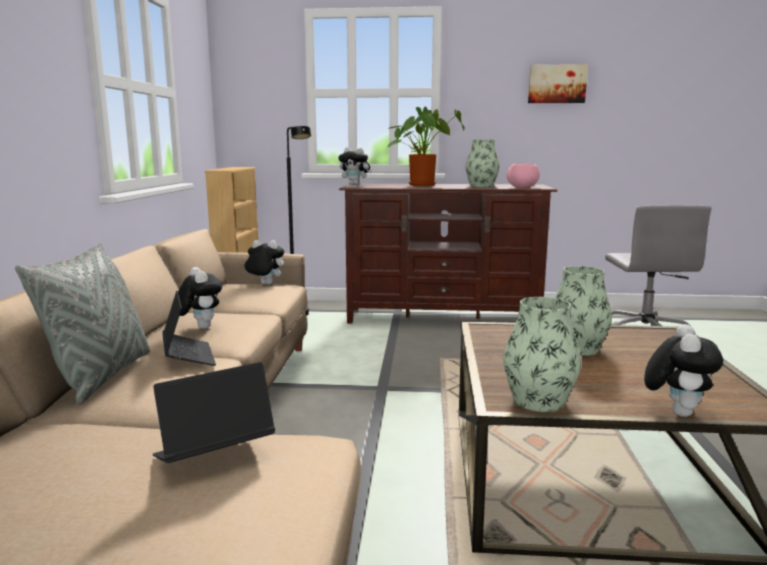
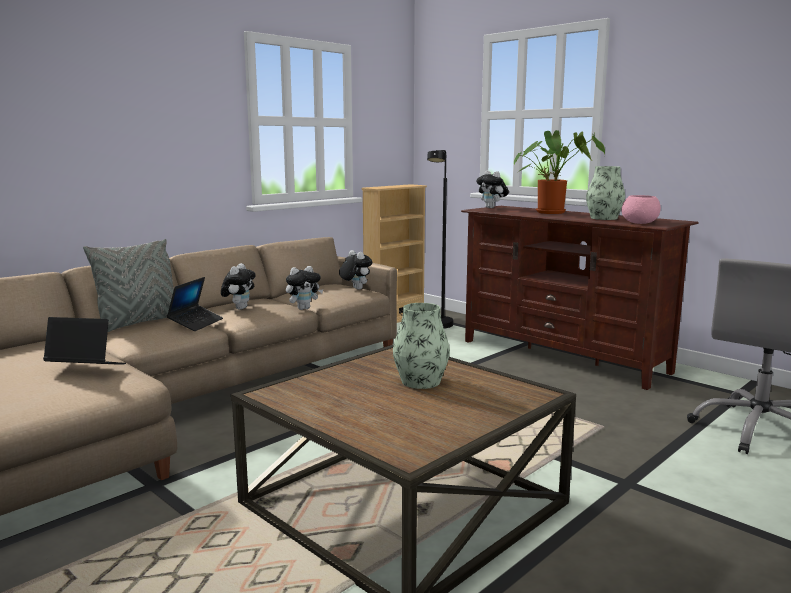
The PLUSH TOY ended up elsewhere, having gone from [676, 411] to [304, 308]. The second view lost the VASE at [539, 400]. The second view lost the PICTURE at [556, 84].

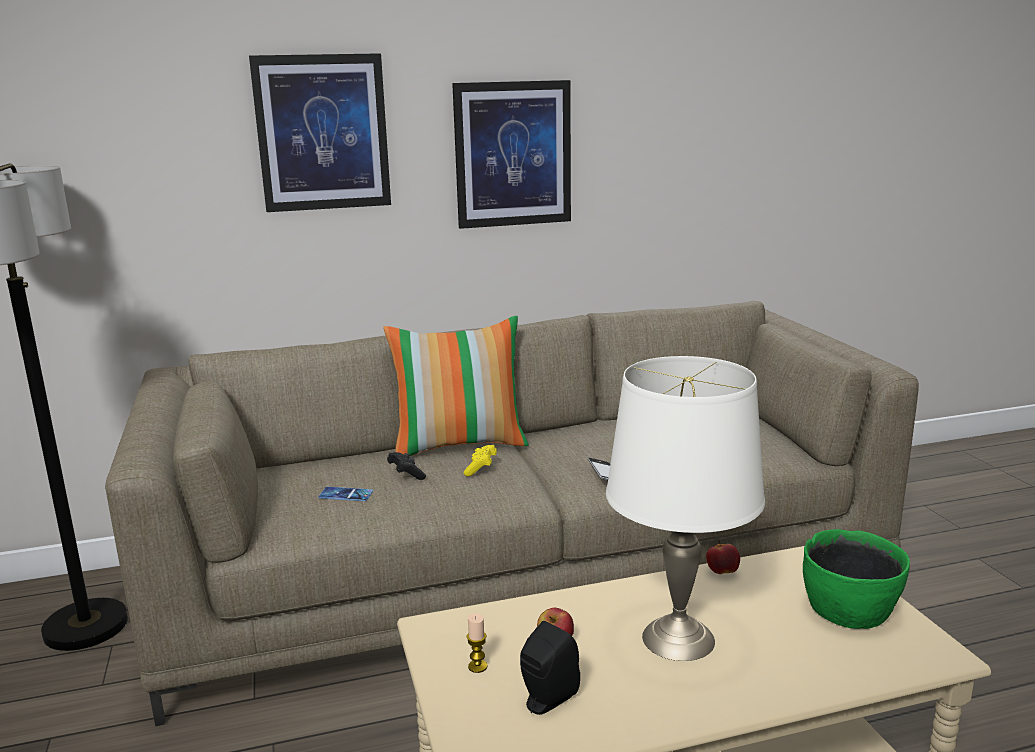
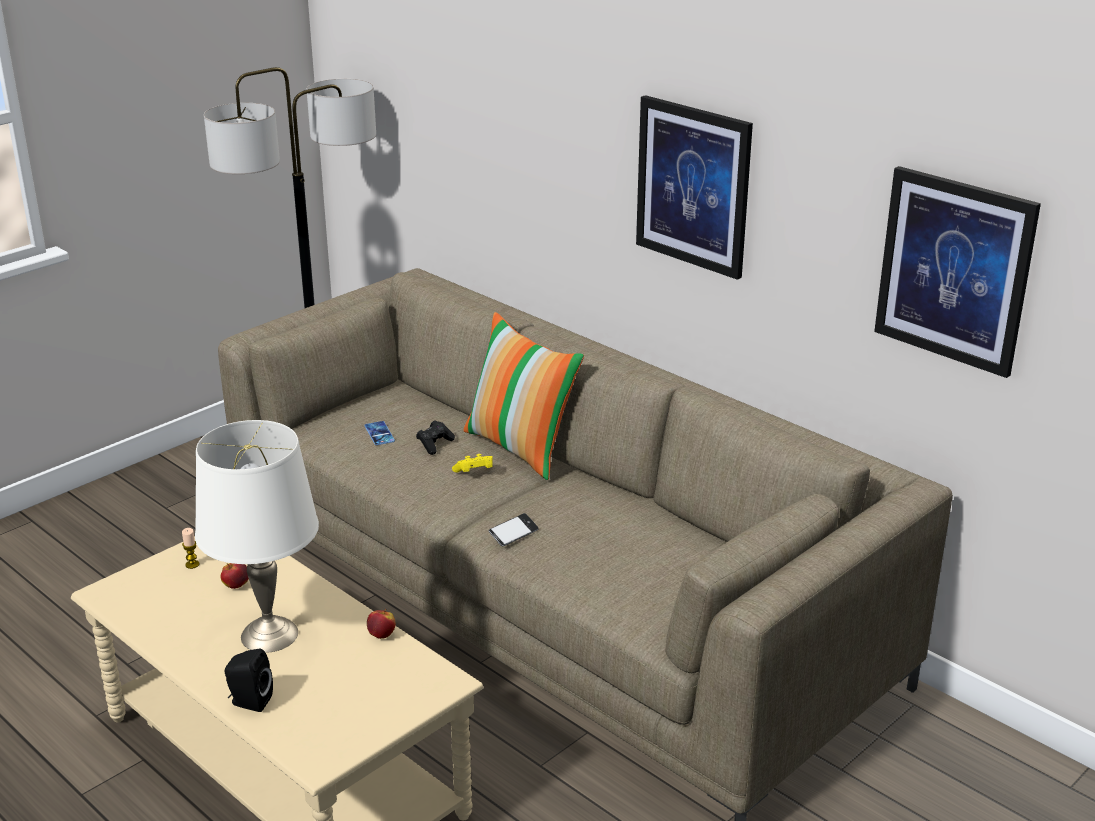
The BLACK SPEAKER ended up elsewhere, having gone from [546, 701] to [249, 702]. The PICTURE ended up elsewhere, having gone from [322, 133] to [954, 270]. The second view lost the GREEN BOWL at [851, 608].

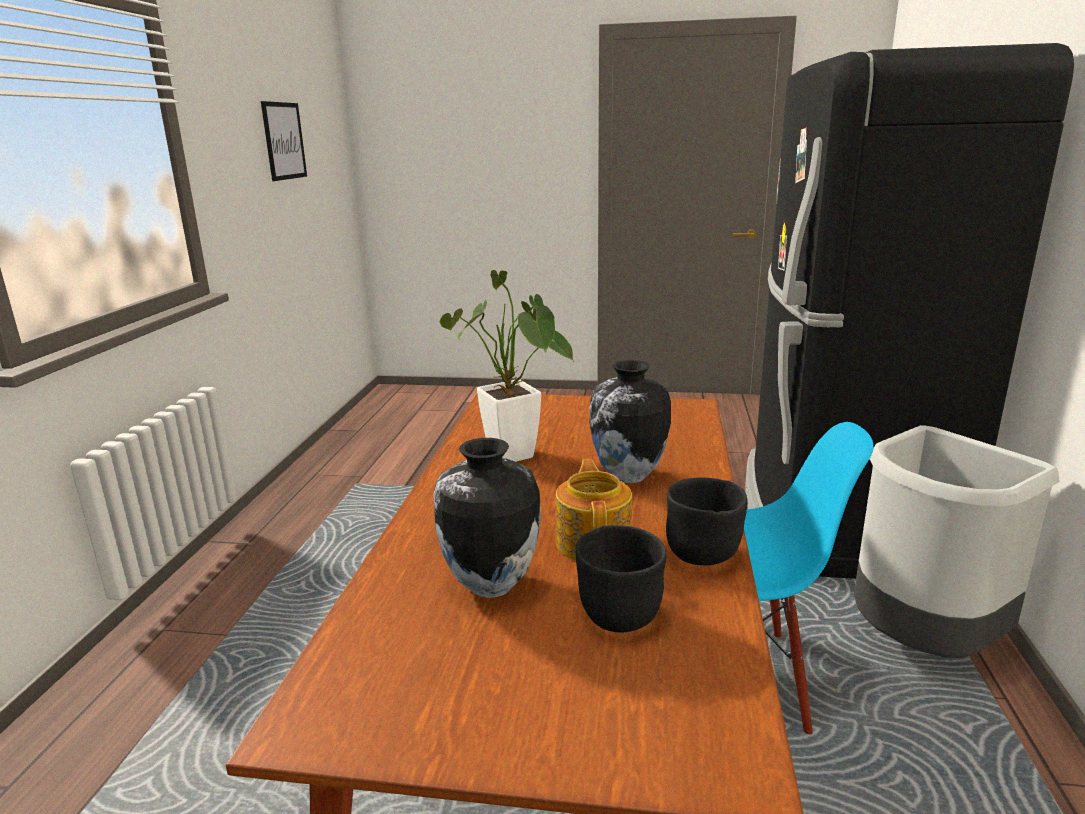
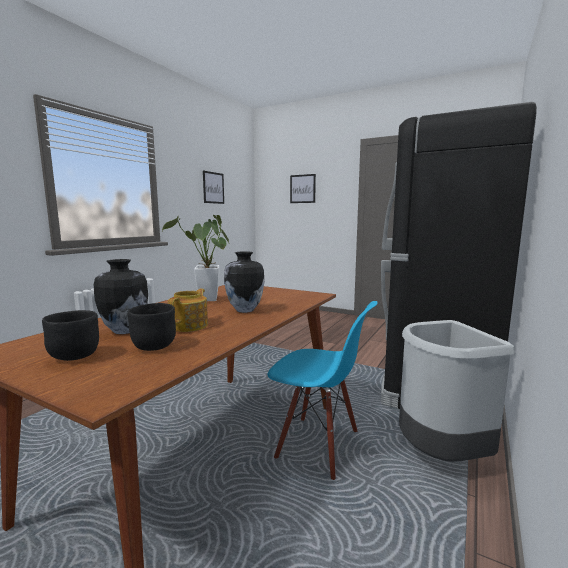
The BLACK BOWL ended up elsewhere, having gone from [704, 556] to [75, 357]. The second view gained the PICTURE at [302, 189].

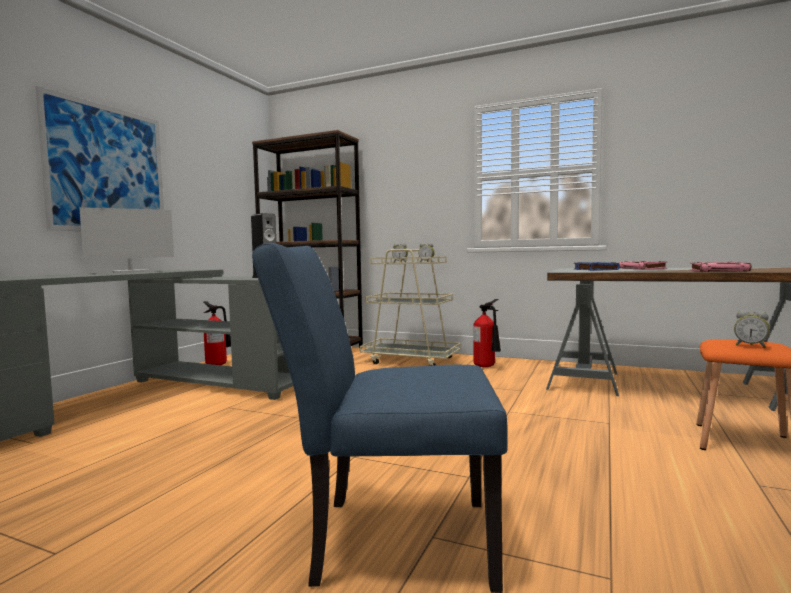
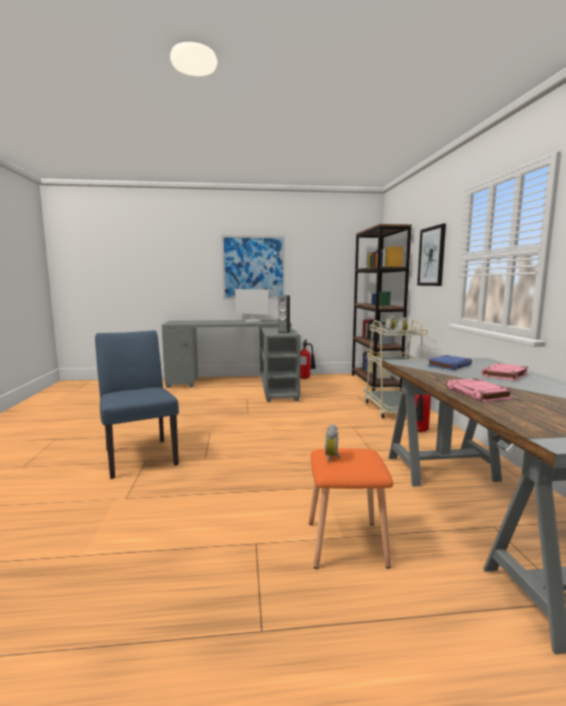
The second view gained the PICTURE at [431, 256].

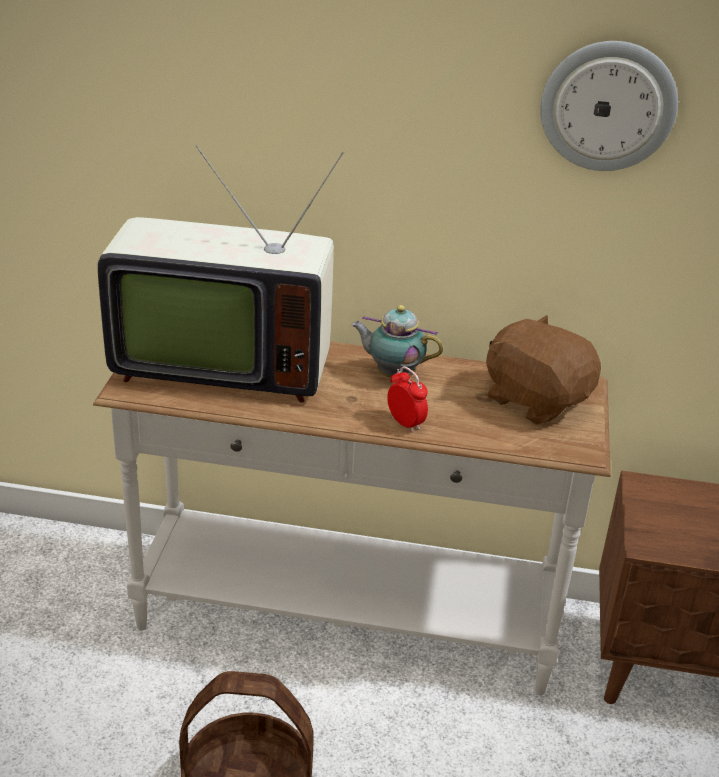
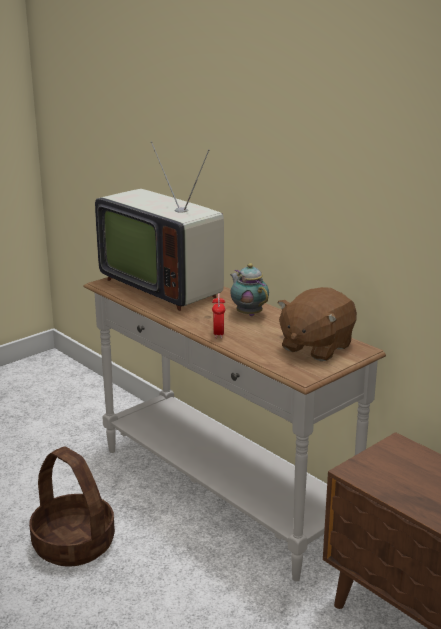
The BROWN PLUSH TOY at [536, 400] ended up facing another way, 135 degrees counterclockwise from before. The second view lost the WALL CLOCK at [608, 106].

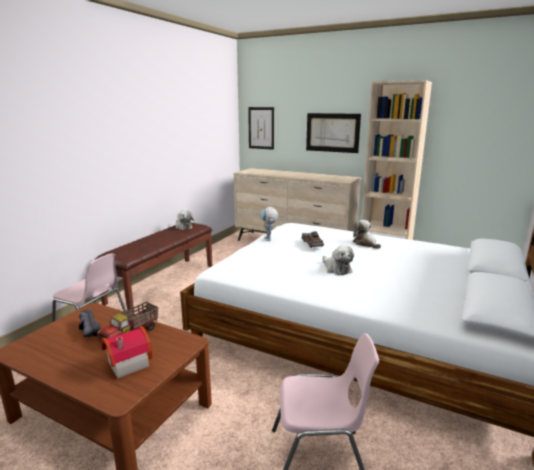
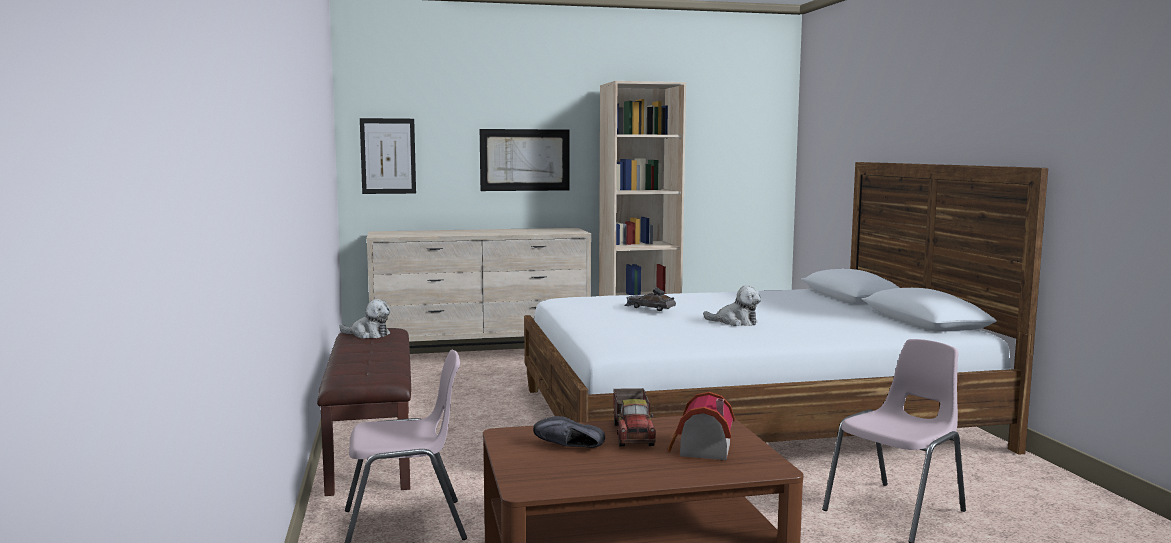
The second view lost the TOY ROBOT at [269, 240]. The second view lost the PLUSH TOY at [365, 243].

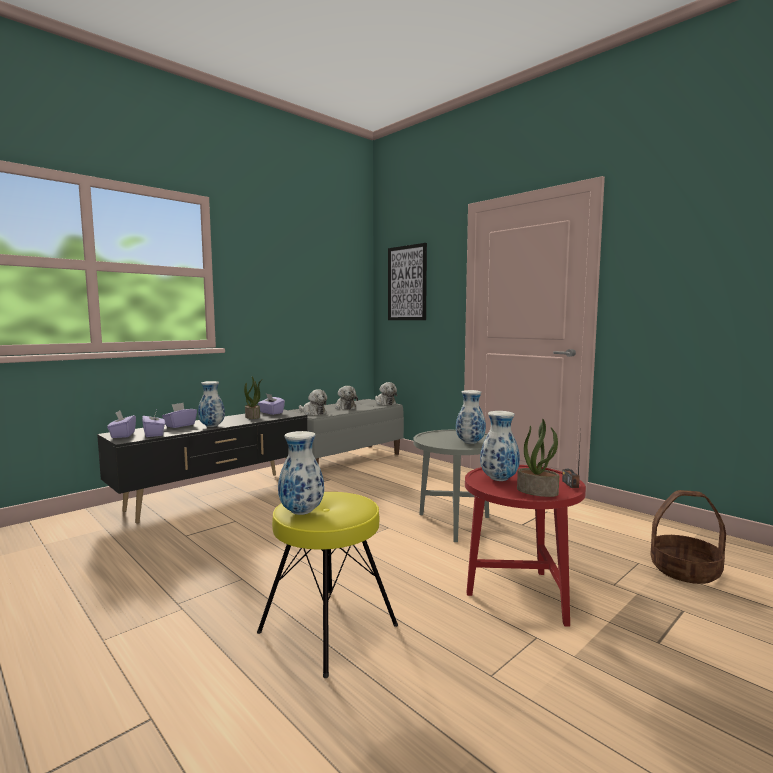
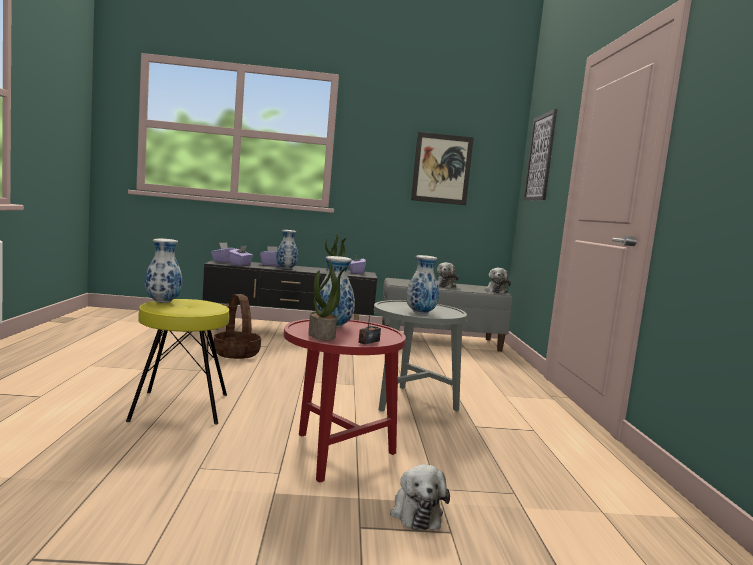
The BASKET ended up elsewhere, having gone from [684, 571] to [236, 353]. The PLUSH TOY ended up elsewhere, having gone from [313, 413] to [415, 512]. The second view gained the PICTURE at [441, 169].

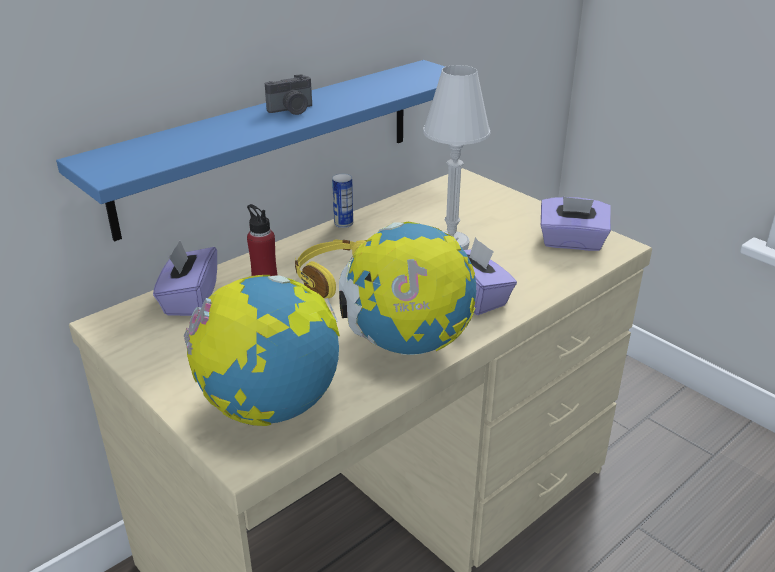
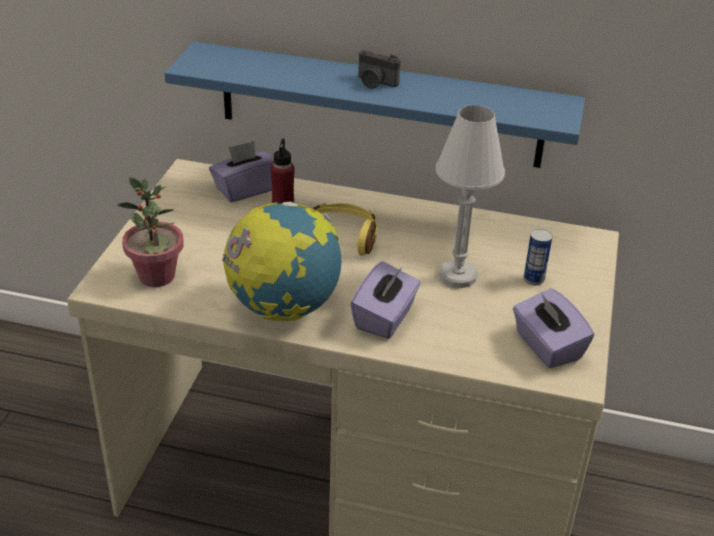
Where the GLOBE stood at [271, 407], the POTTED PLANT came to stand at [157, 276]. The CAN ended up elsewhere, having gone from [343, 223] to [533, 279].

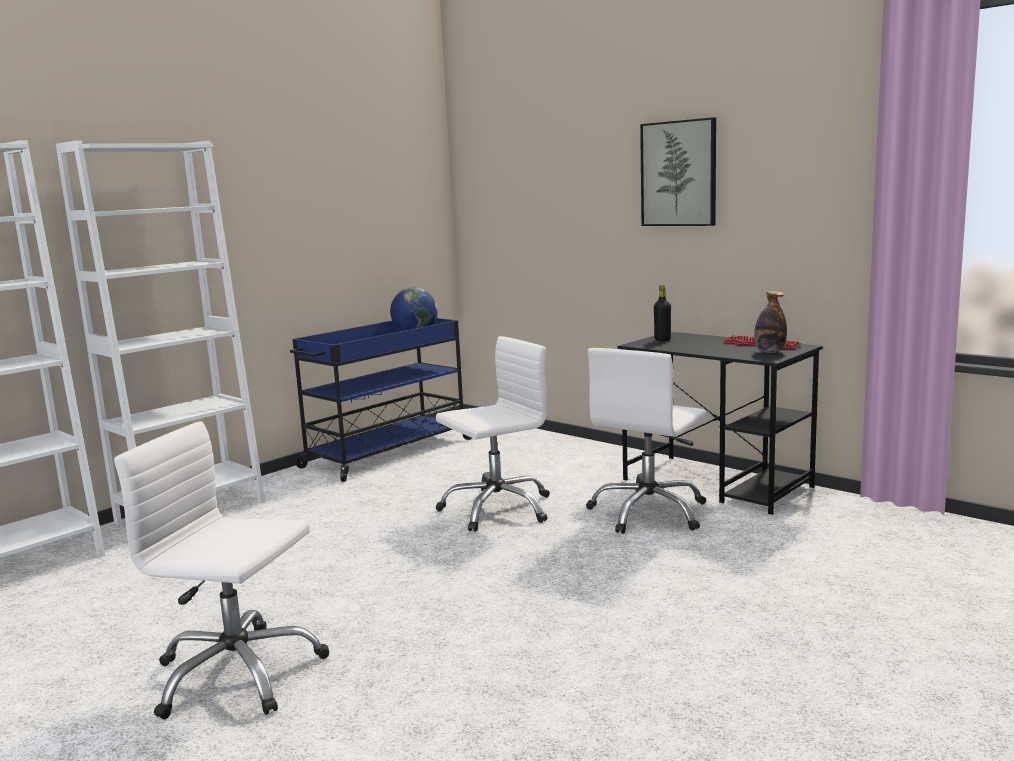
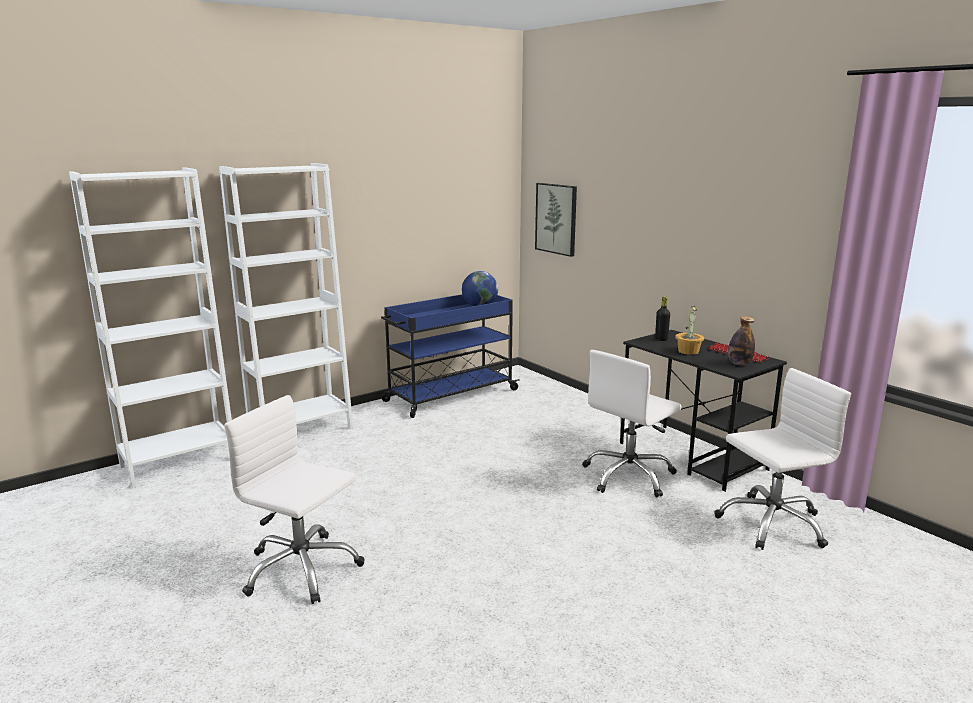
The PICTURE ended up elsewhere, having gone from [679, 173] to [556, 219]. The second view gained the POTTED PLANT at [688, 351]. The WHITE OFFICE CHAIR ended up elsewhere, having gone from [497, 509] to [771, 523].

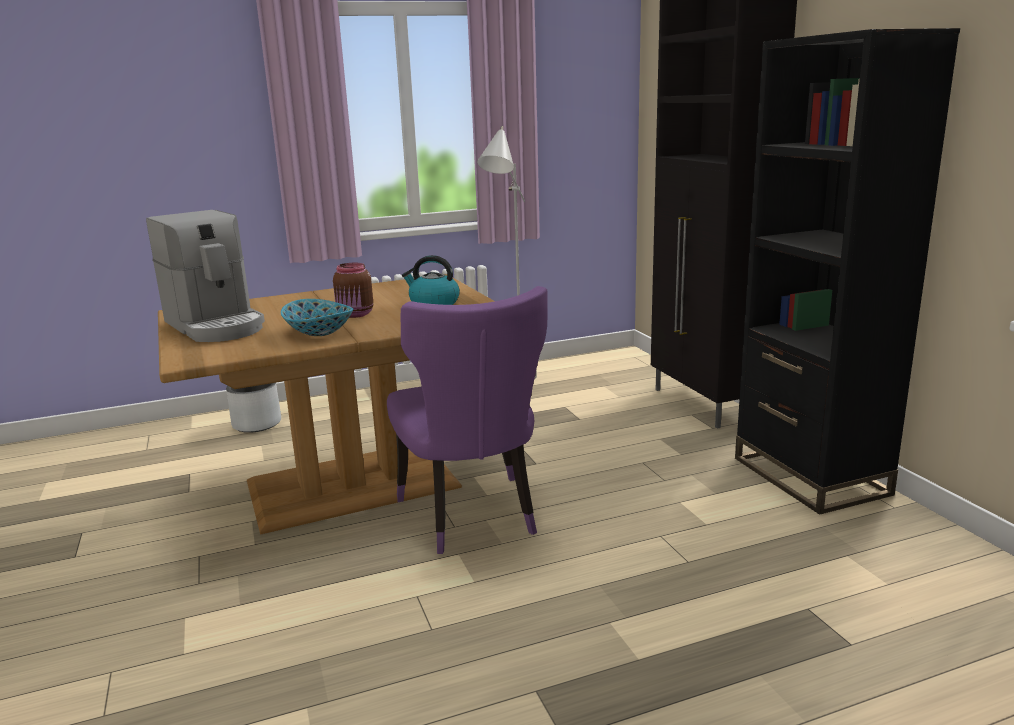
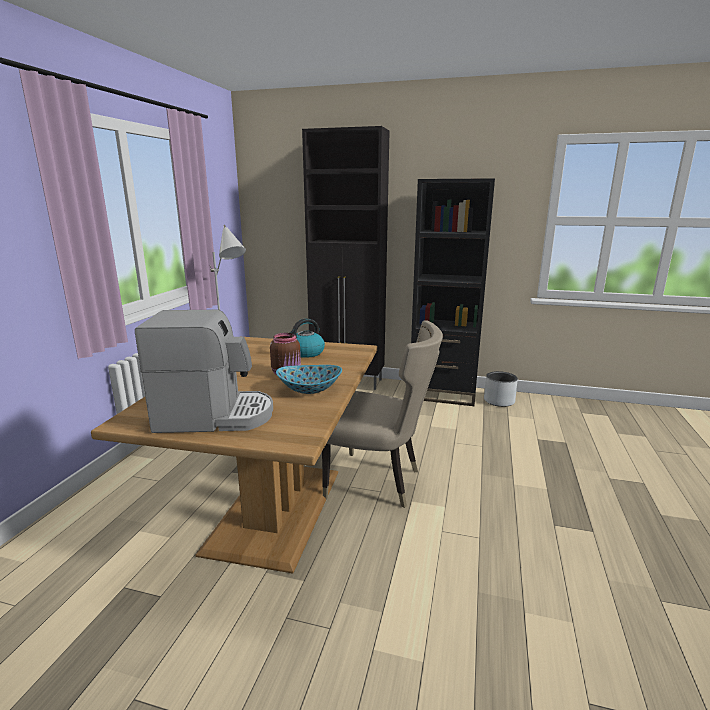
What was the PURPLE CHAIR at [472, 517] turned into the BEIGE CHAIR at [377, 482]. The GREY PLANTER ended up elsewhere, having gone from [256, 424] to [499, 401].

